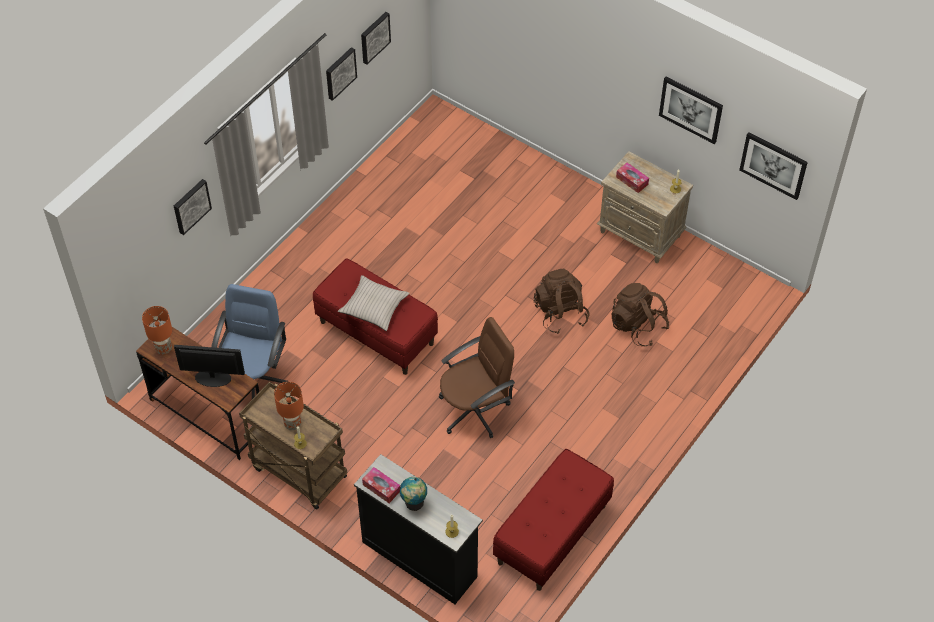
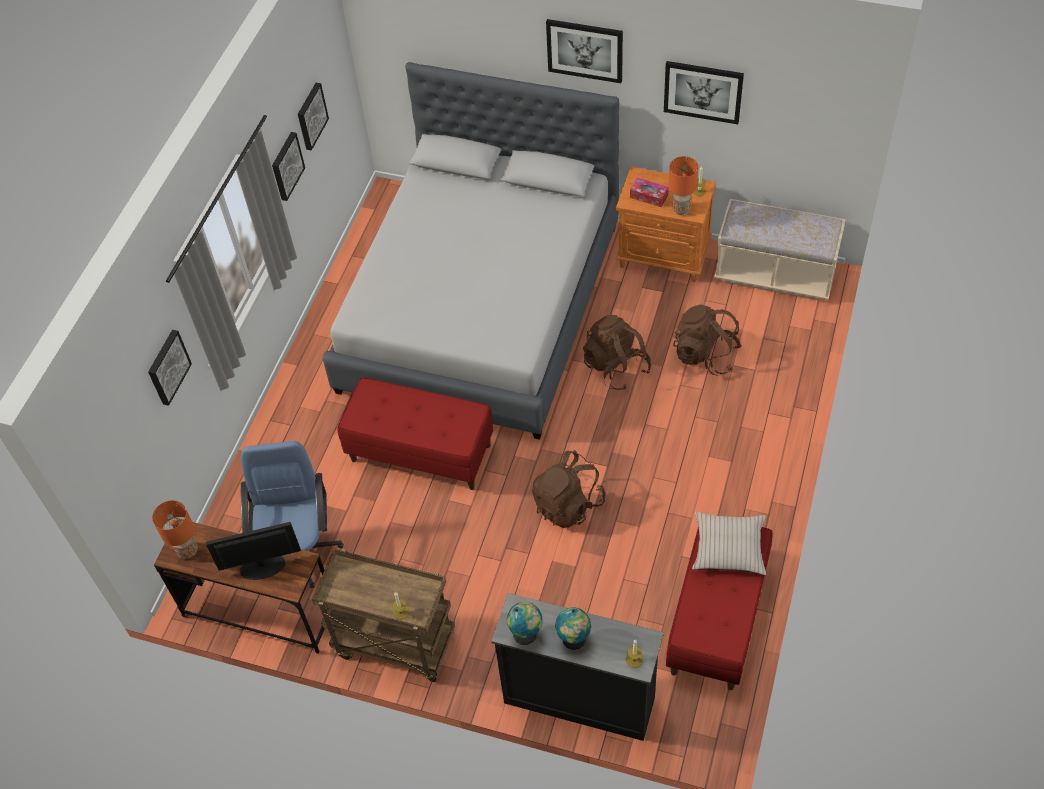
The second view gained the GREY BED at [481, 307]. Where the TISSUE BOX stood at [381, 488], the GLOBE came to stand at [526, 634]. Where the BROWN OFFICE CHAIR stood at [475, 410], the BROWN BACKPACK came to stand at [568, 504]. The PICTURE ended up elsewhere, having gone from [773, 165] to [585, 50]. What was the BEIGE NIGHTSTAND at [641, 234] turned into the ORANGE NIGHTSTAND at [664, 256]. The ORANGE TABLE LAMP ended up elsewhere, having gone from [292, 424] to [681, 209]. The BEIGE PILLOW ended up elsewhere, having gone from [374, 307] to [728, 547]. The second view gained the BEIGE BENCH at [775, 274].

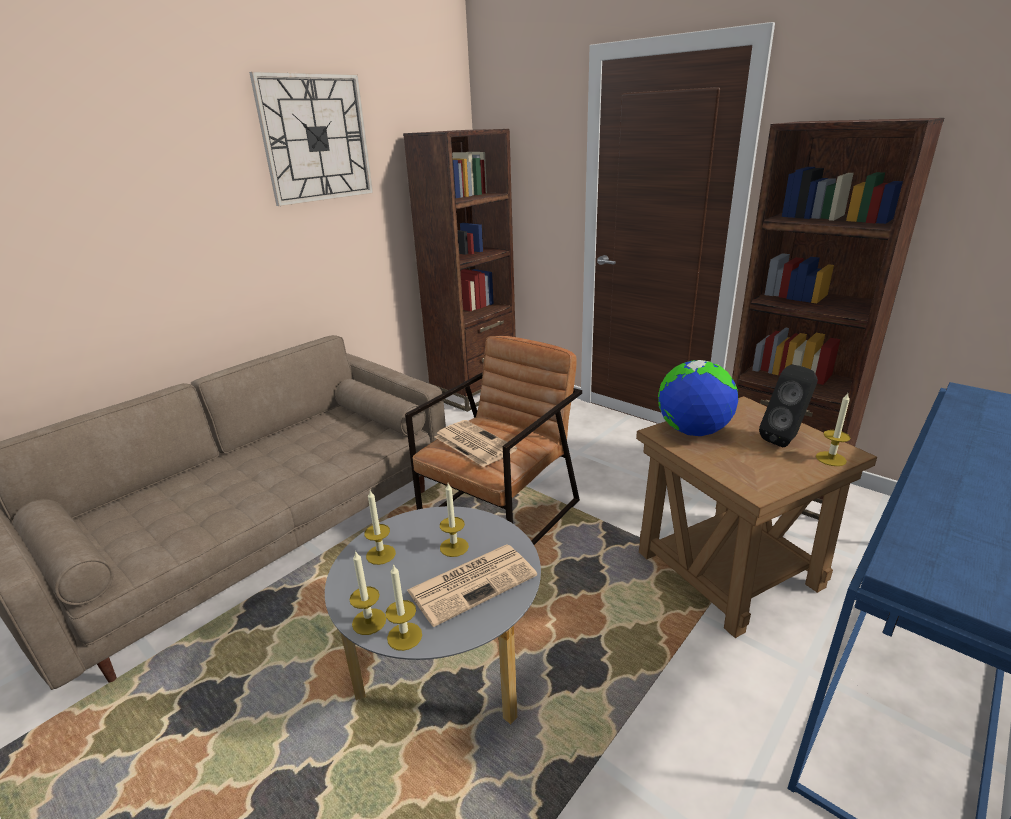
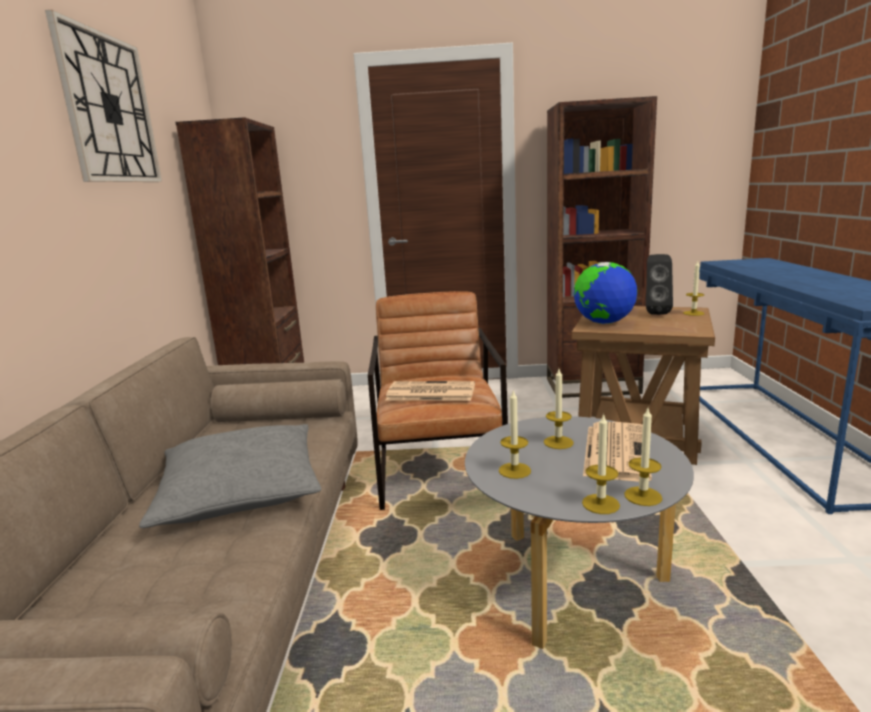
The second view gained the GREY PILLOW at [240, 490].

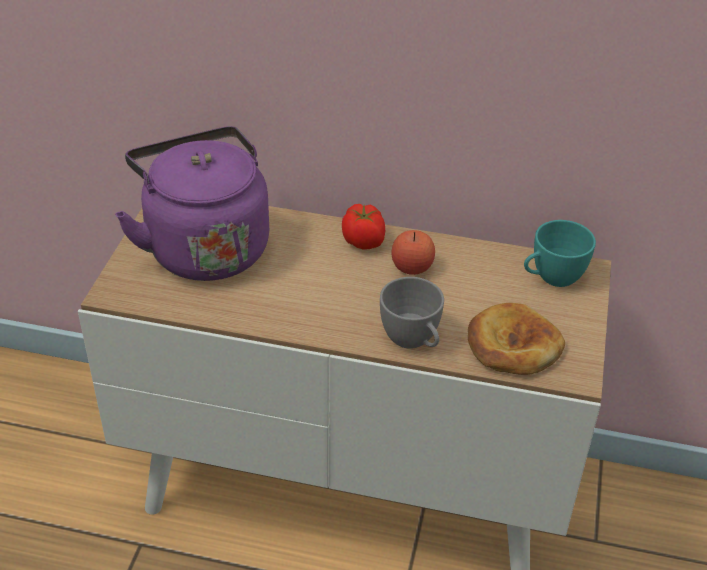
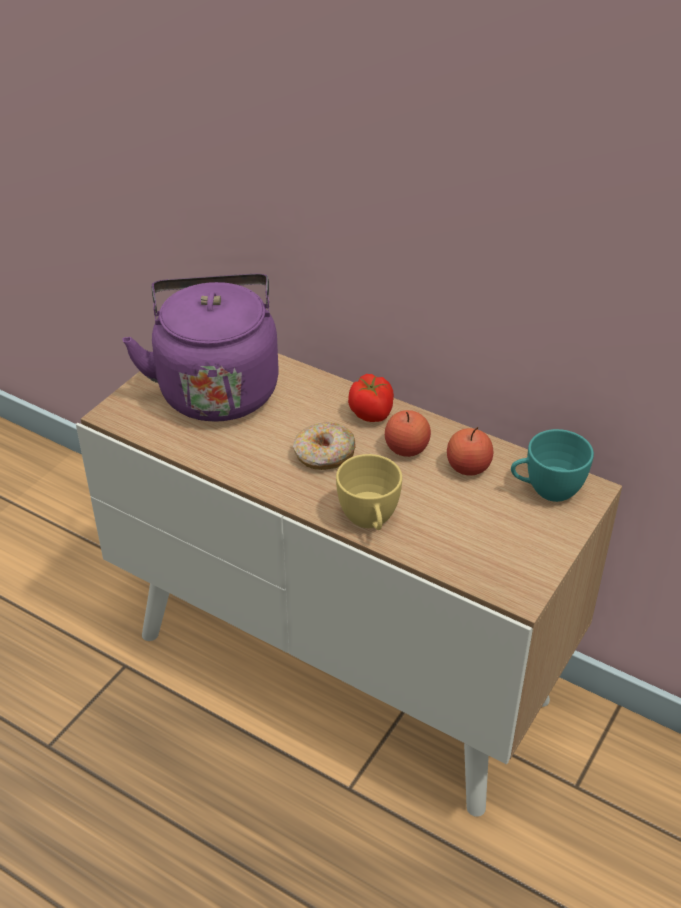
The second view gained the DONUT at [324, 455]. What was the GREY CUP at [413, 341] turned into the YELLOW CUP at [370, 521]. The second view gained the APPLE at [468, 467]. The second view lost the BREAD at [512, 345].

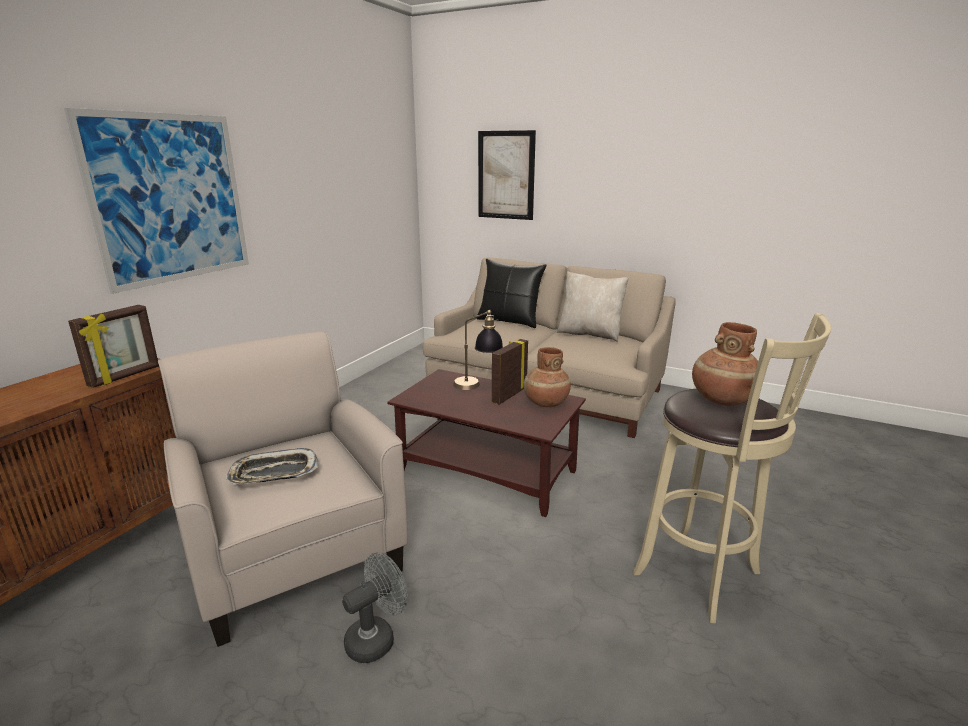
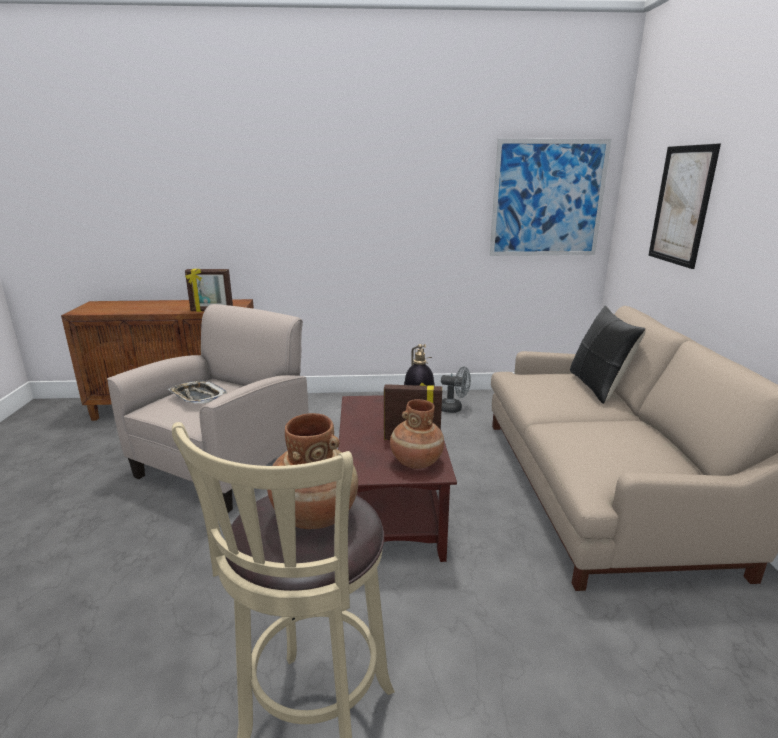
The GREY FAN ended up elsewhere, having gone from [376, 638] to [454, 409]. The PICTURE ended up elsewhere, having gone from [171, 199] to [548, 199]. The second view lost the BEIGE PILLOW at [590, 334].

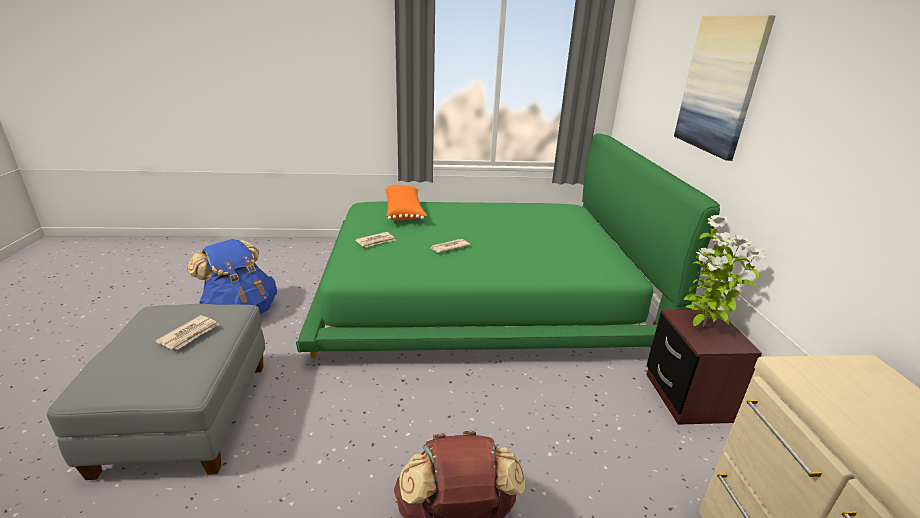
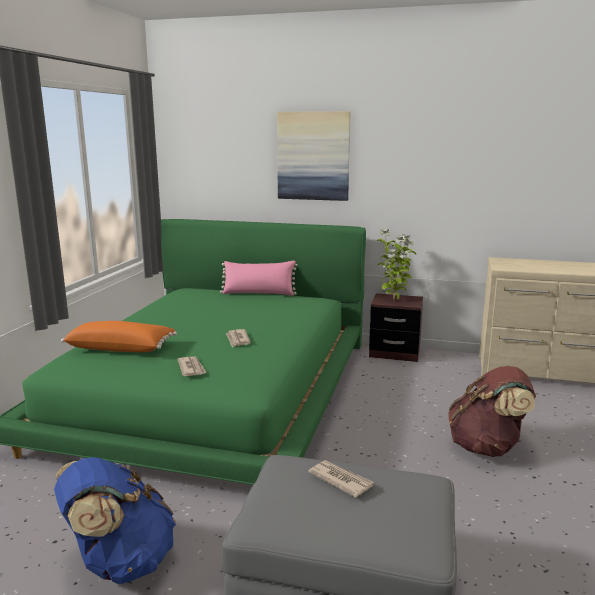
The second view gained the PINK PILLOW at [259, 293].

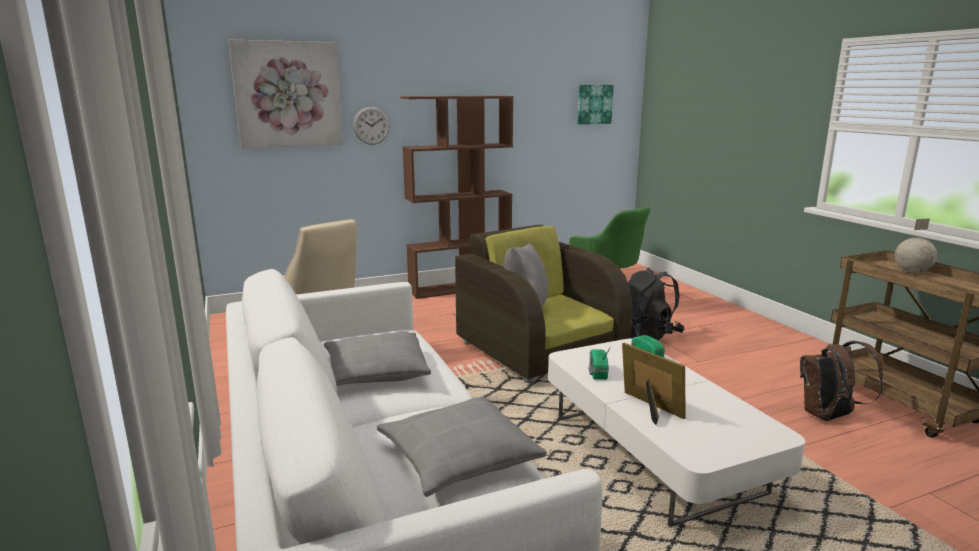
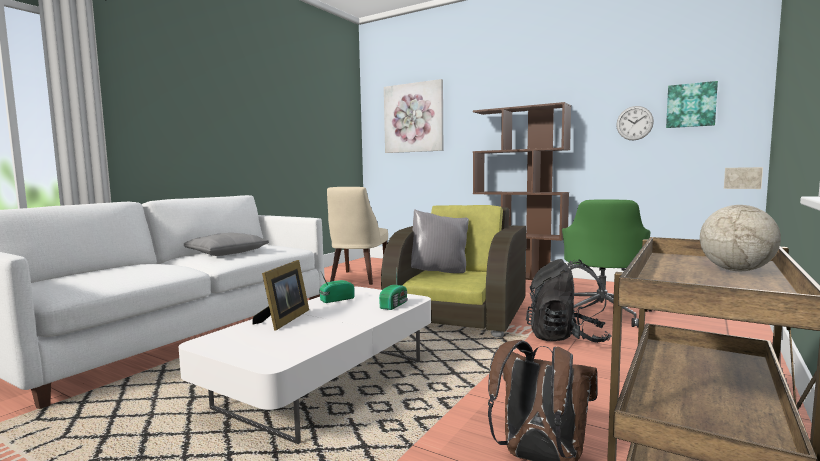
The WALL CLOCK ended up elsewhere, having gone from [371, 125] to [634, 123]. The second view lost the GREY PILLOW at [458, 457].

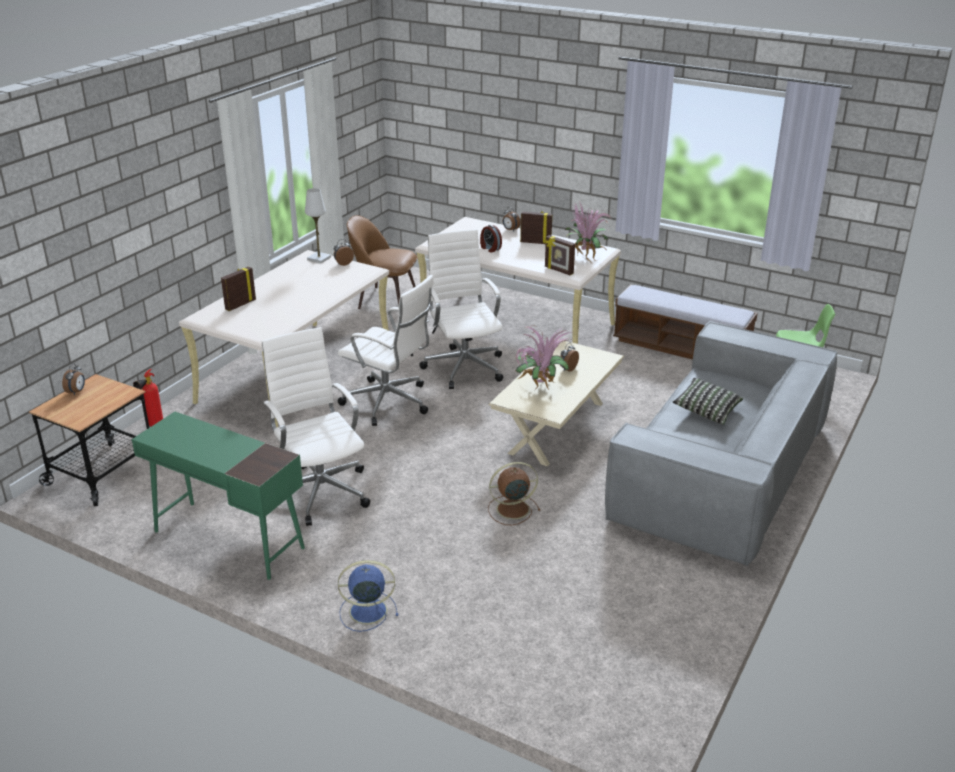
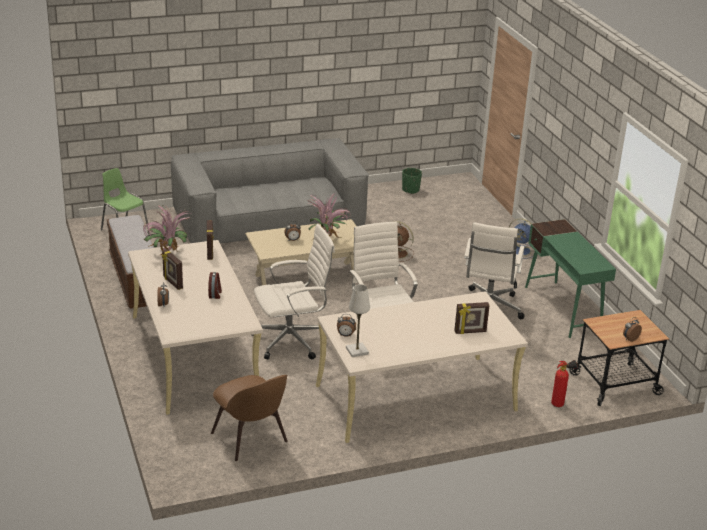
The WHITE OFFICE CHAIR at [464, 366] ended up facing another way, 135 degrees counterclockwise from before. The second view gained the GREEN PLANTER at [410, 190]. The second view lost the PILLOW at [706, 410].

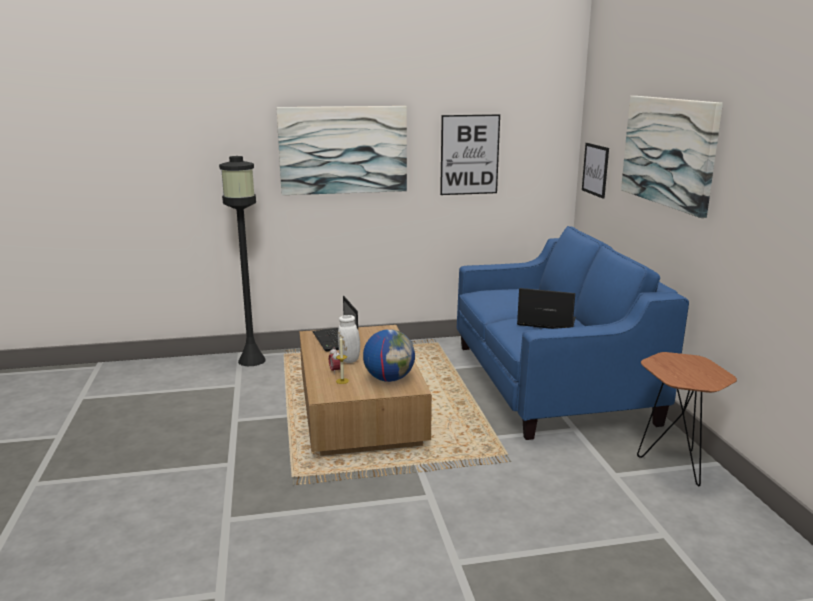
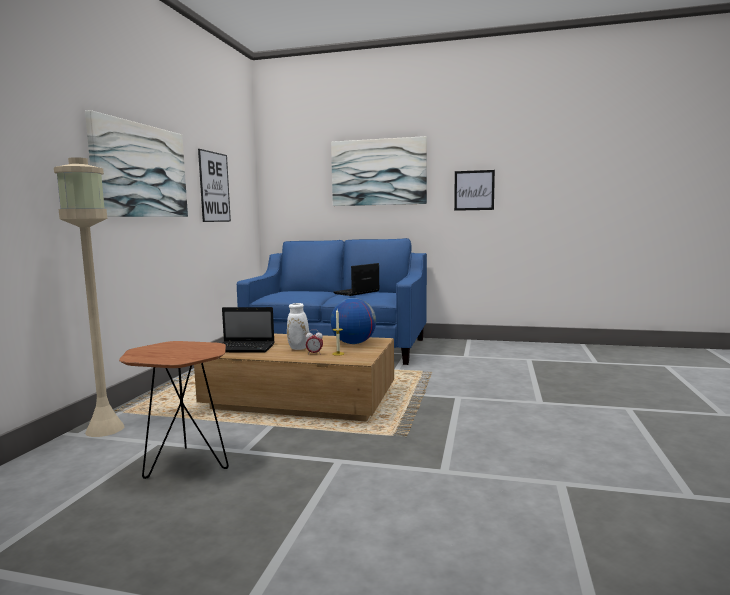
What was the BLACK FLOOR LAMP at [251, 361] turned into the BEIGE FLOOR LAMP at [105, 429]. The BROWN SIDE TABLE ended up elsewhere, having gone from [674, 463] to [183, 464]. The PICTURE ended up elsewhere, having gone from [595, 170] to [474, 190].

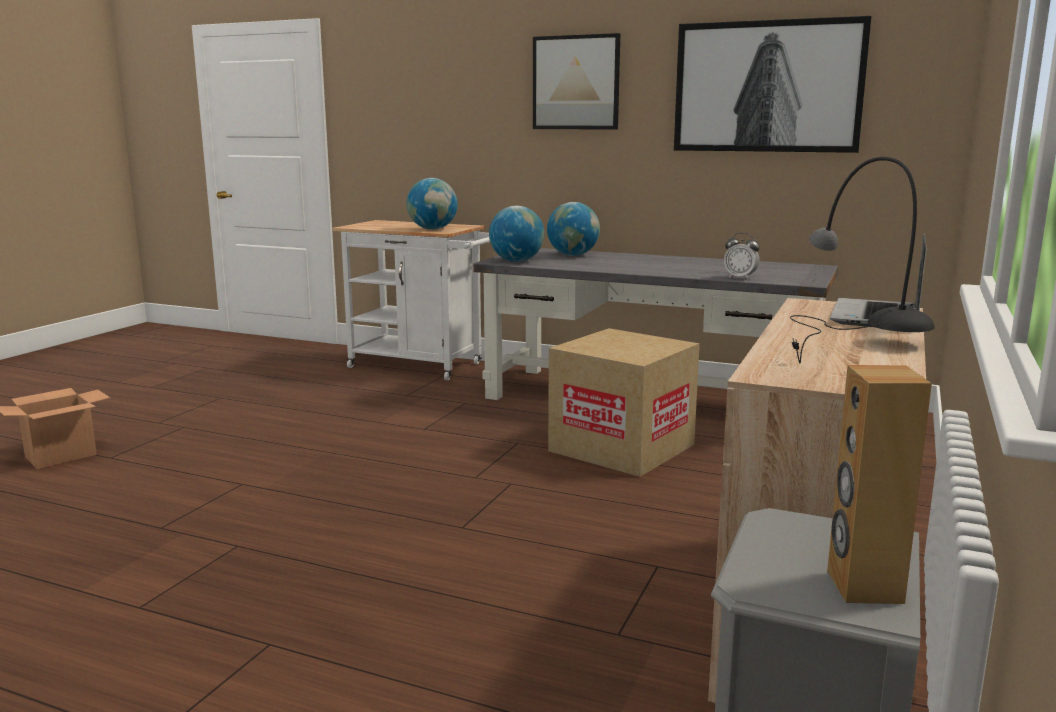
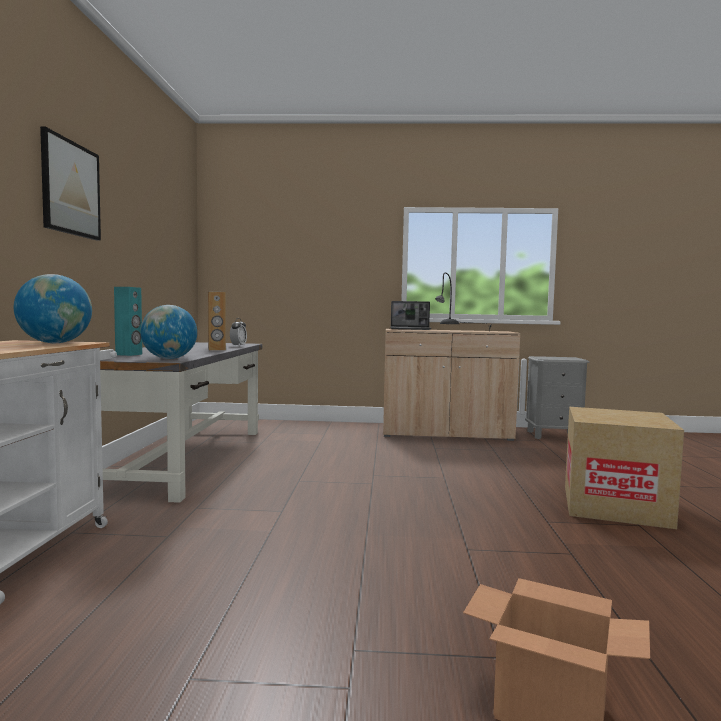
Where the GLOBE stood at [573, 255], the TURQUOISE SPEAKER came to stand at [129, 354]. The BROWN SPEAKER ended up elsewhere, having gone from [863, 587] to [216, 349]. The CARDBOARD BOX ended up elsewhere, having gone from [621, 447] to [615, 506]. The second view lost the PICTURE at [767, 87].

